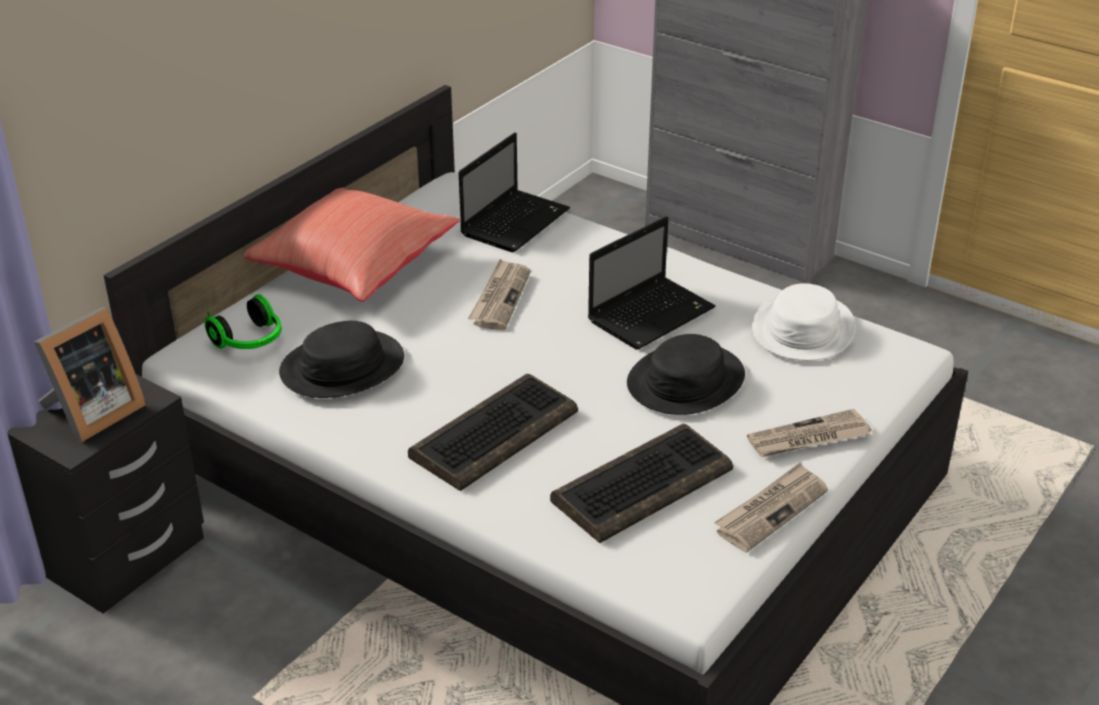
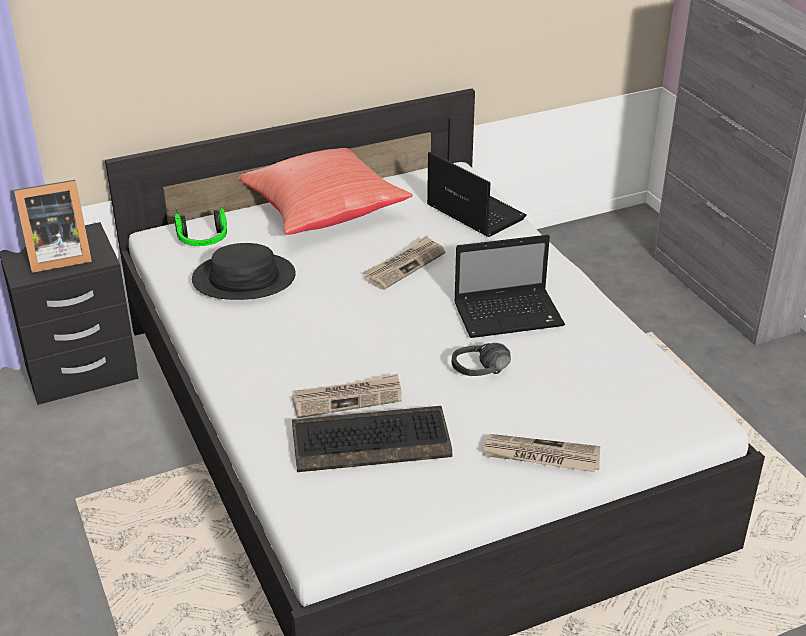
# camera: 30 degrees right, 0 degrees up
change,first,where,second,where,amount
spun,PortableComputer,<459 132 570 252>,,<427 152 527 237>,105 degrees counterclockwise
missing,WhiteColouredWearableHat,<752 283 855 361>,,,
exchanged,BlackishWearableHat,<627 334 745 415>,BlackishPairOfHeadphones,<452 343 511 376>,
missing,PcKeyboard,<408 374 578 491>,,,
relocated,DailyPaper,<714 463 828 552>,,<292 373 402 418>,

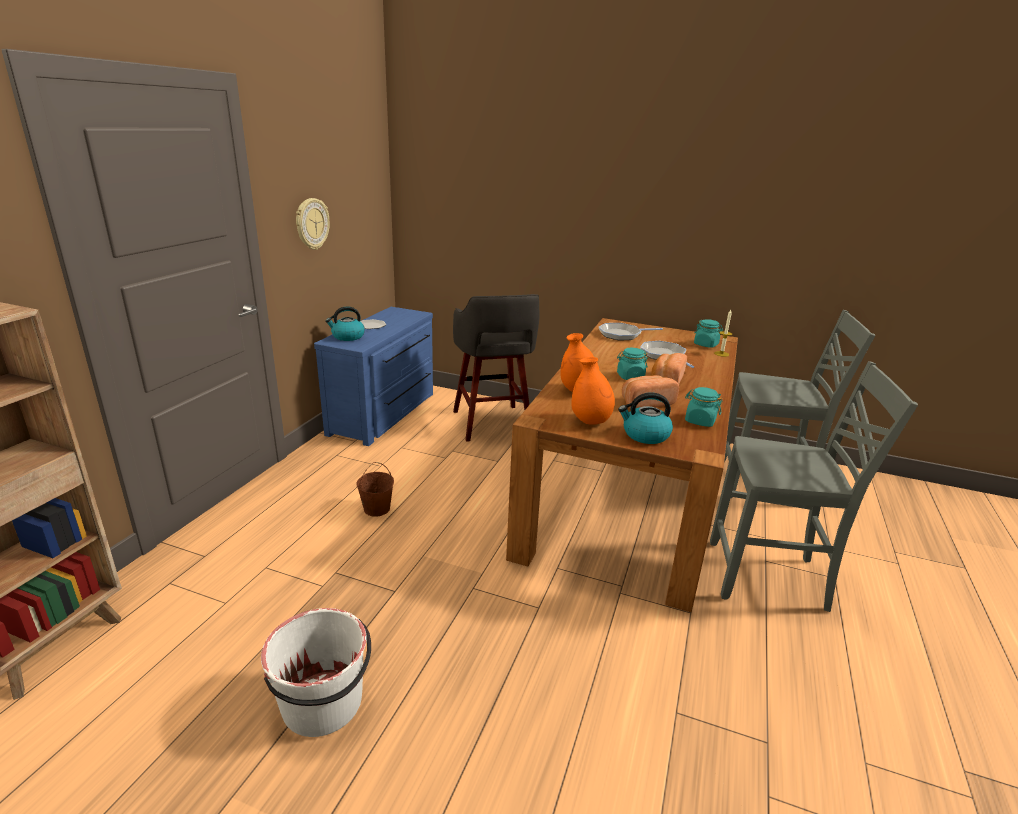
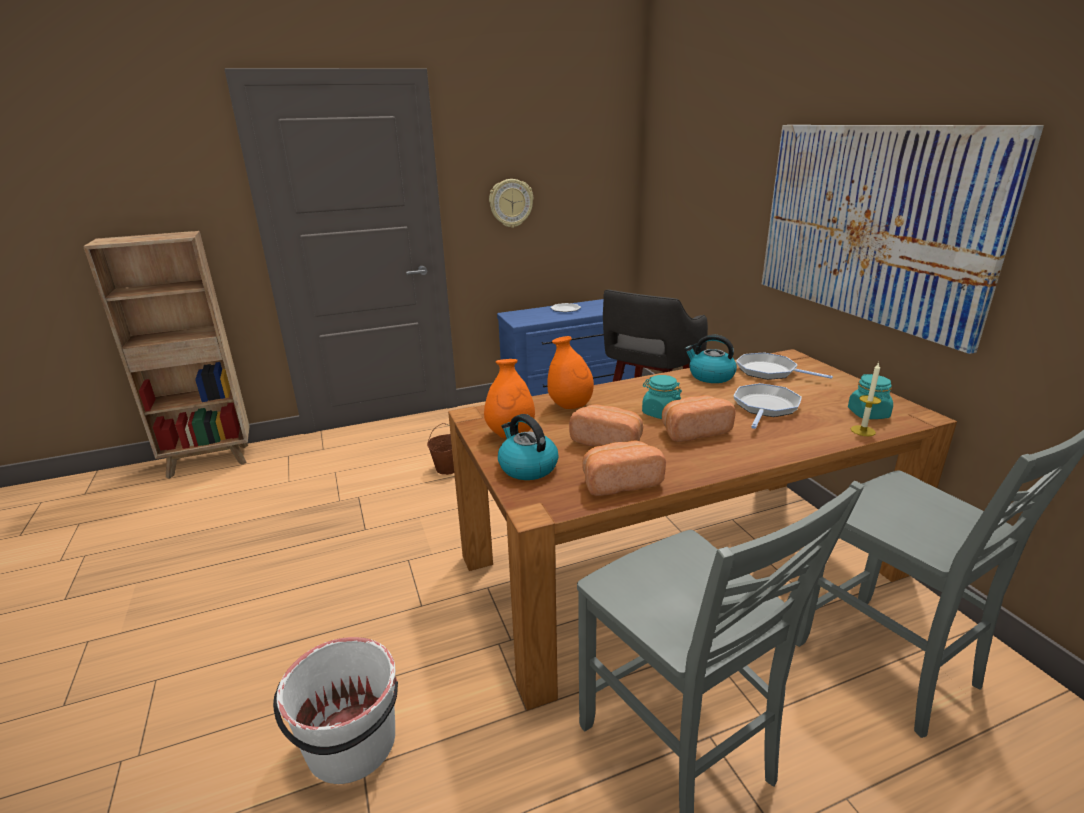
# camera: 50 degrees right, 0 degrees up
change,first,where,second,where,amount
relocated,WaterKettle,<325 307 365 341>,,<685 335 737 383>,
exchanged,BlueGreenPreserveJar,<685 387 723 427>,Bread,<582 440 666 496>,
relocated,WhiteColouredBucket,<261 608 371 737>,,<273 637 398 784>,
appeared,,,Picture,<762 125 1044 354>,

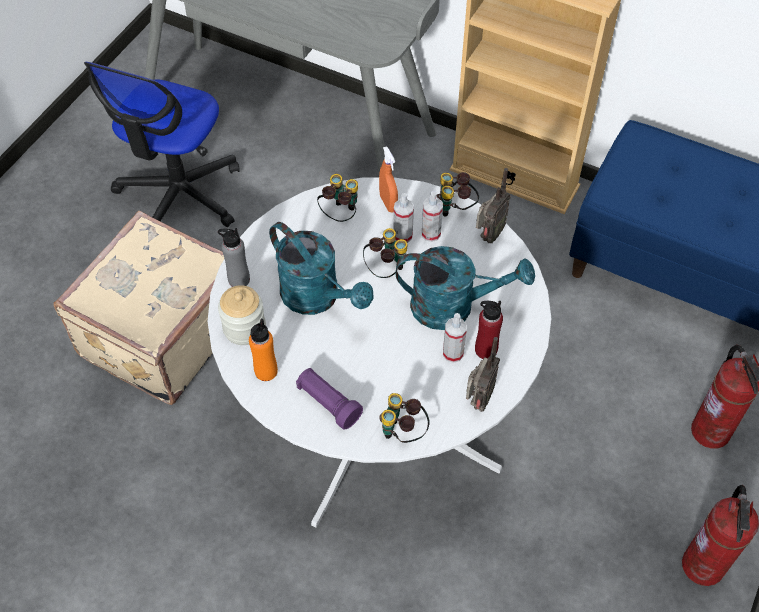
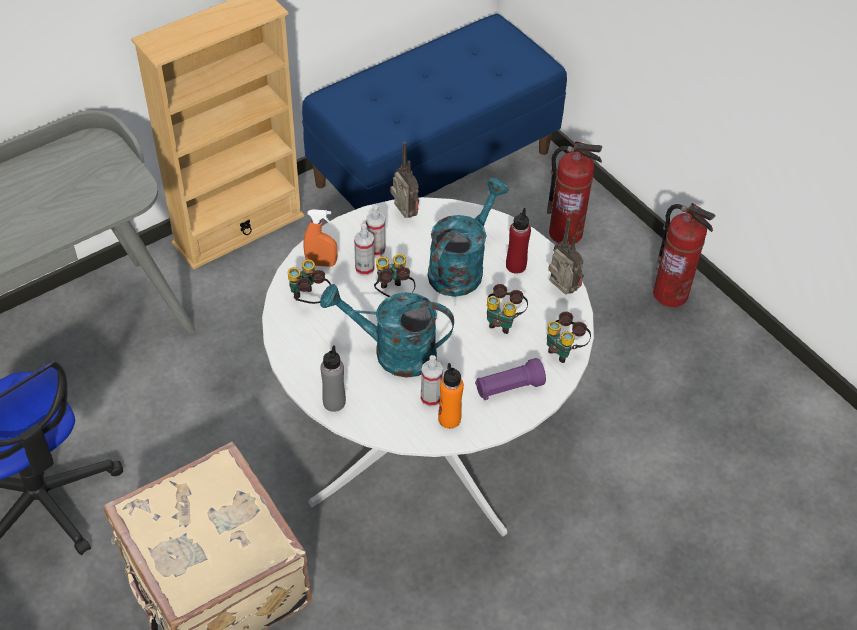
# camera: 65 degrees left, 5 degrees down
change,first,where,second,where,amount
relocated,PairOfBinoculars,<437 172 479 217>,,<487 284 528 334>,
spun,BlueGreenWateringPot,<269 222 373 315>,,<320 284 454 378>,150 degrees counterclockwise
missing,PreserveJar,<218 285 266 345>,,,
relocated,Sprayer,<443 313 467 363>,,<421 355 443 407>,

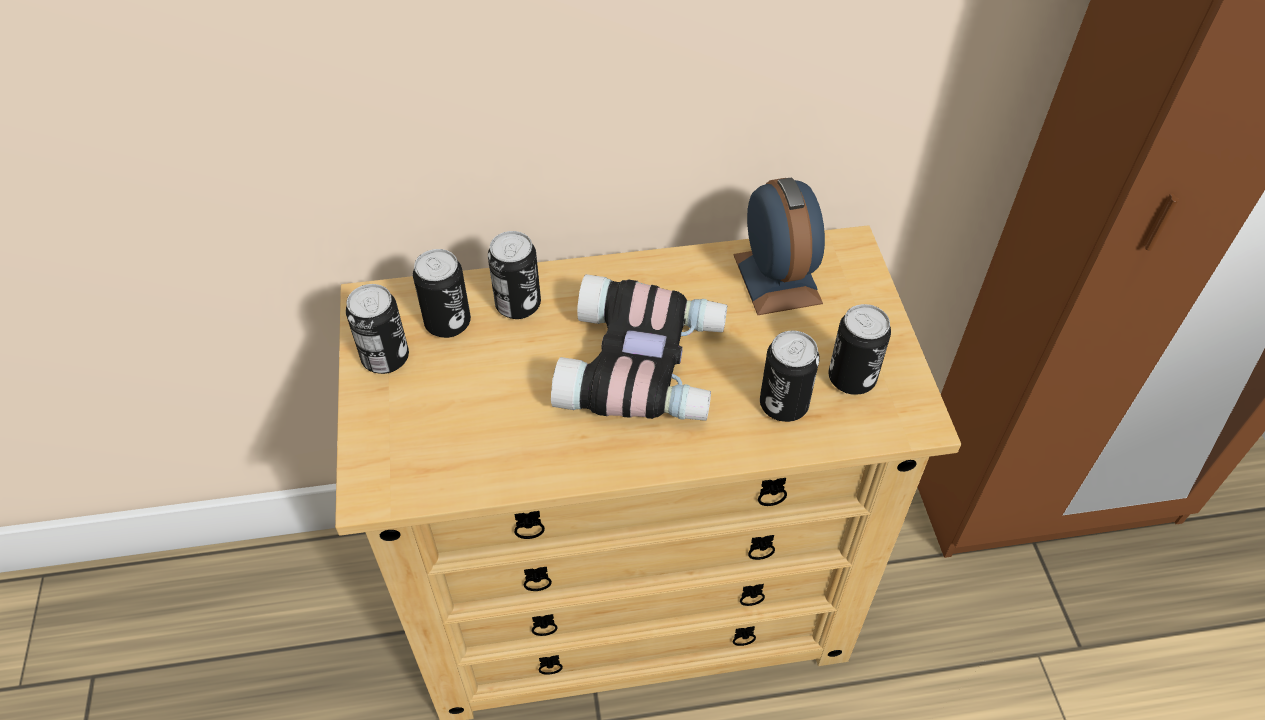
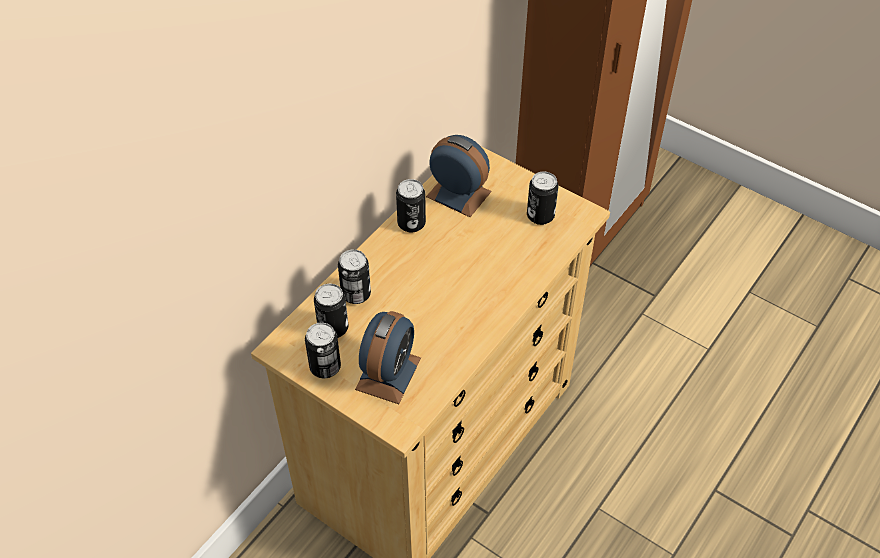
# camera: 45 degrees left, 0 degrees up
change,first,where,second,where,amount
missing,PairOfBinoculars,<551 274 727 421>,,,
relocated,Can,<760 331 820 422>,,<396 179 426 233>,
appeared,,,BedsideClock,<355 311 421 404>,

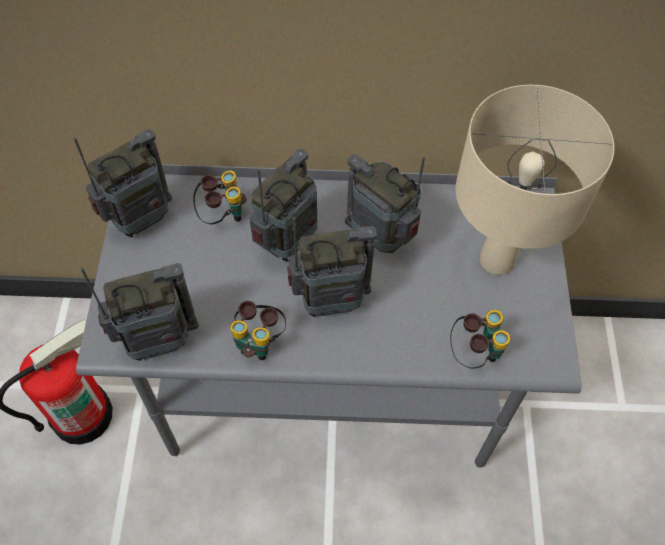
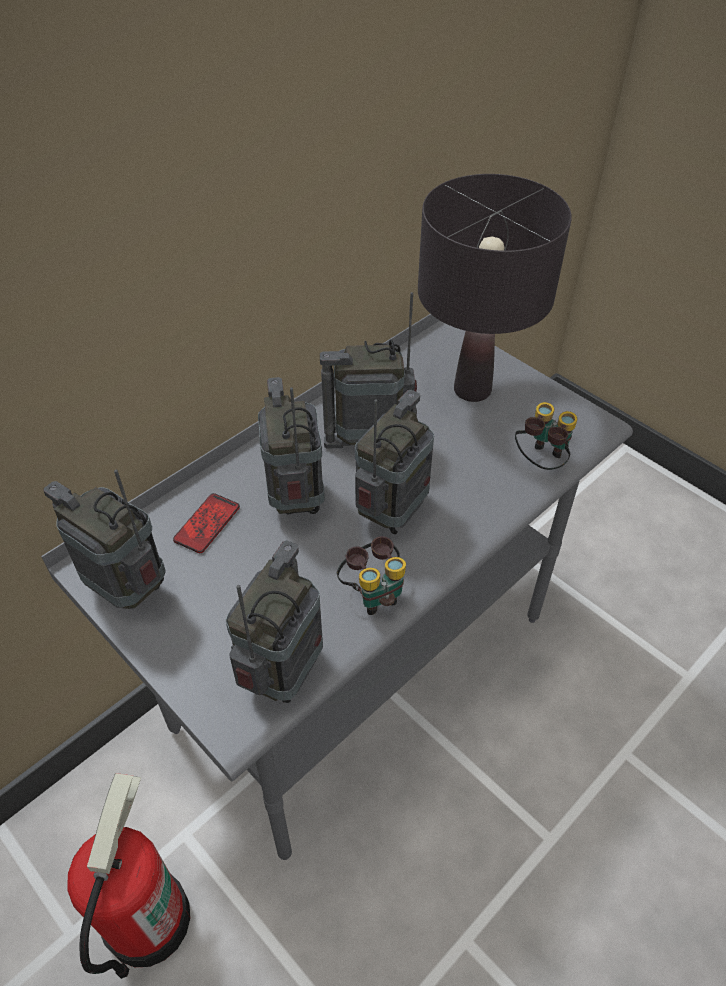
# camera: 45 degrees left, 10 degrees down
change,first,where,second,where,amount
colour,BeigeLampForATable,<456 85 614 275>,BlackishLampForATable,<418 174 572 402>,
spun,RadioSet,<74 129 172 238>,,<44 470 166 609>,60 degrees counterclockwise
exchanged,PairOfBinoculars,<193 171 247 224>,Phone,<173 493 240 553>,

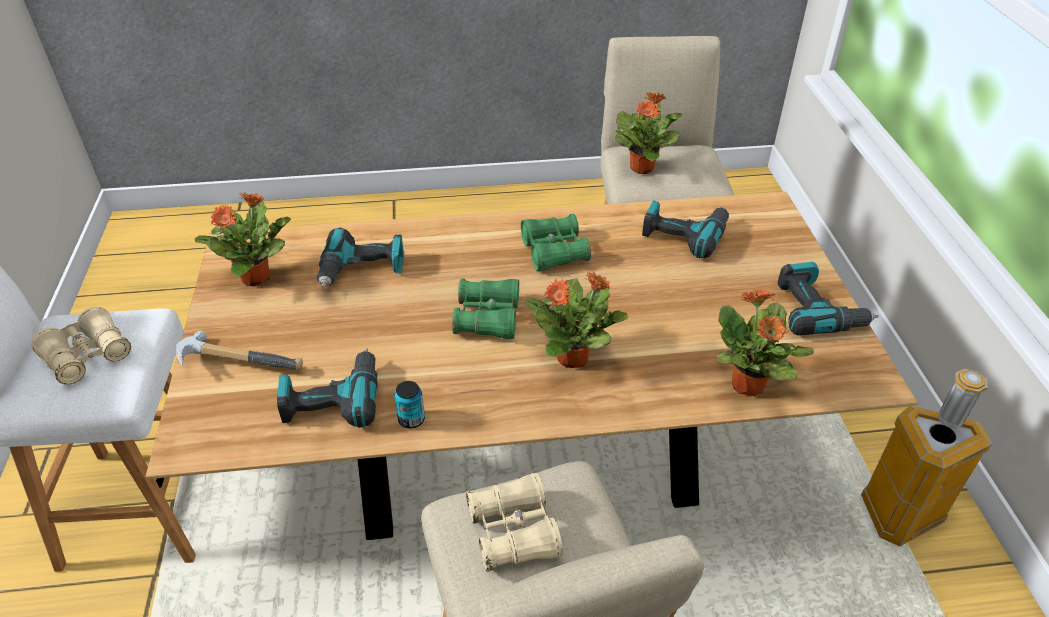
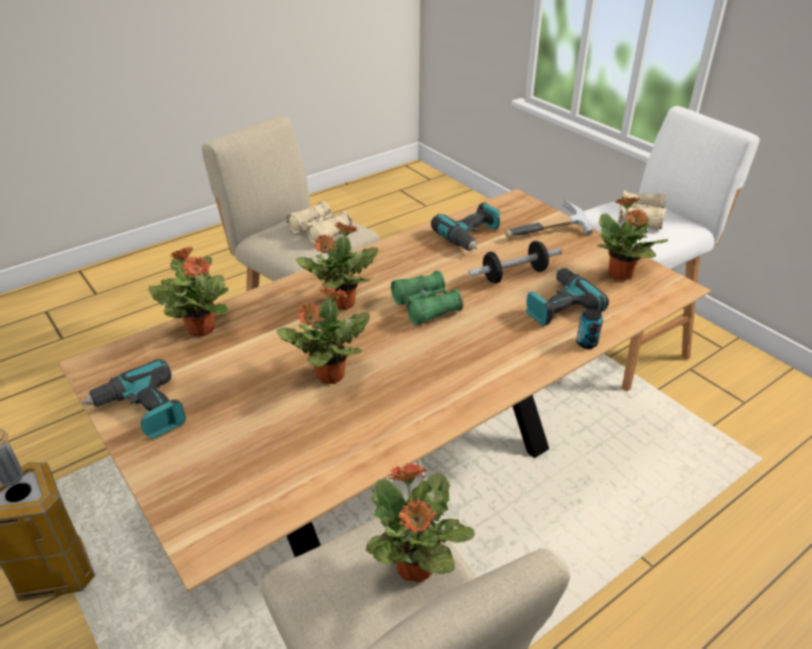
# camera: 150 degrees right, 5 degrees down
change,first,where,second,where,amount
missing,Drill,<642 200 729 258>,,,
missing,GreenPairOfBinoculars,<521 214 591 271>,,,
relocated,Can,<394 381 425 429>,,<576 309 603 349>,
appeared,,,Dumbbell,<468 241 562 284>,
appeared,,,Houseplant,<277 285 370 384>,

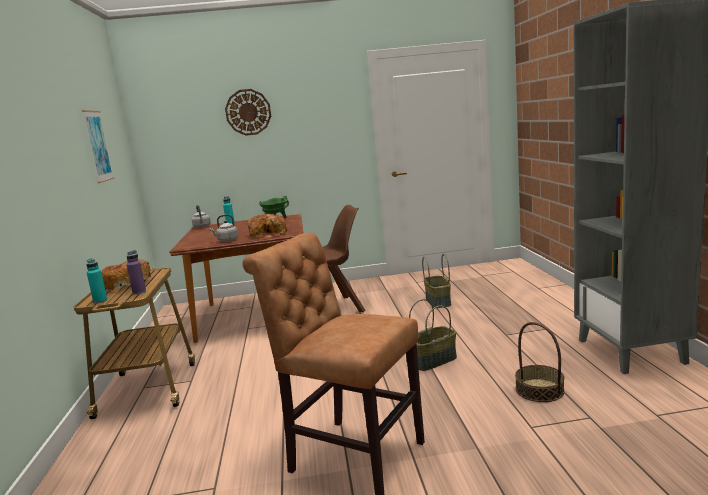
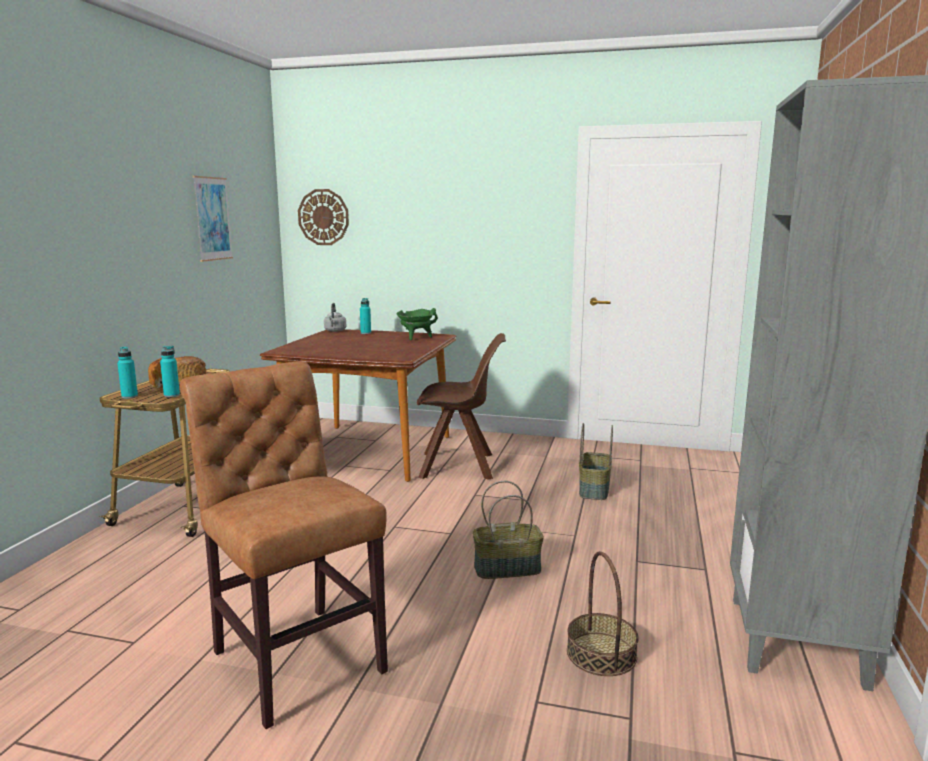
# camera: 20 degrees right, 0 degrees up
change,first,where,second,where,amount
relocated,HangingClock,<225 89 271 136>,,<298 189 349 245>,
missing,GreyishWaterKettle,<210 214 238 242>,,,
missing,Bread,<248 214 287 239>,,,
colour,PurpleColouredDrinkBottle,<127 250 146 295>,BlueGreenDrinkBottle,<160 346 180 397>,

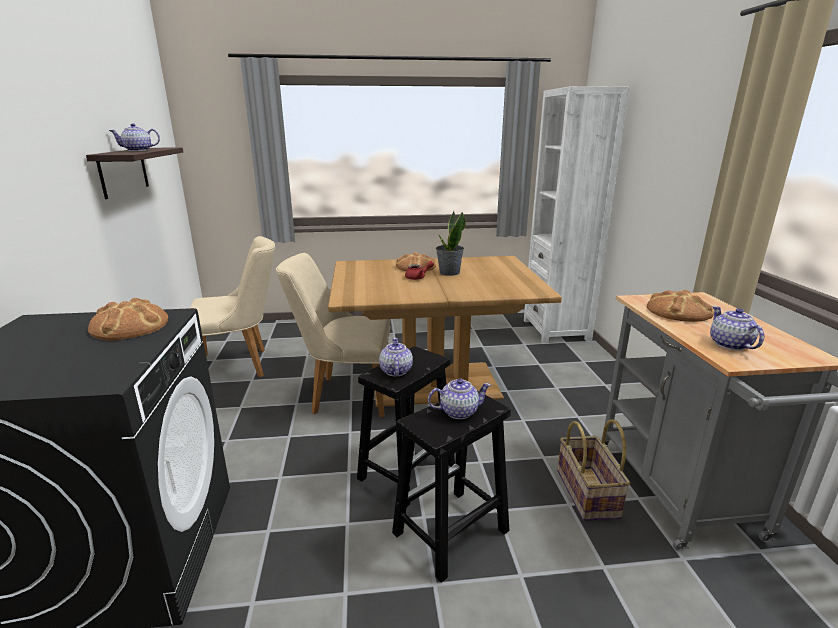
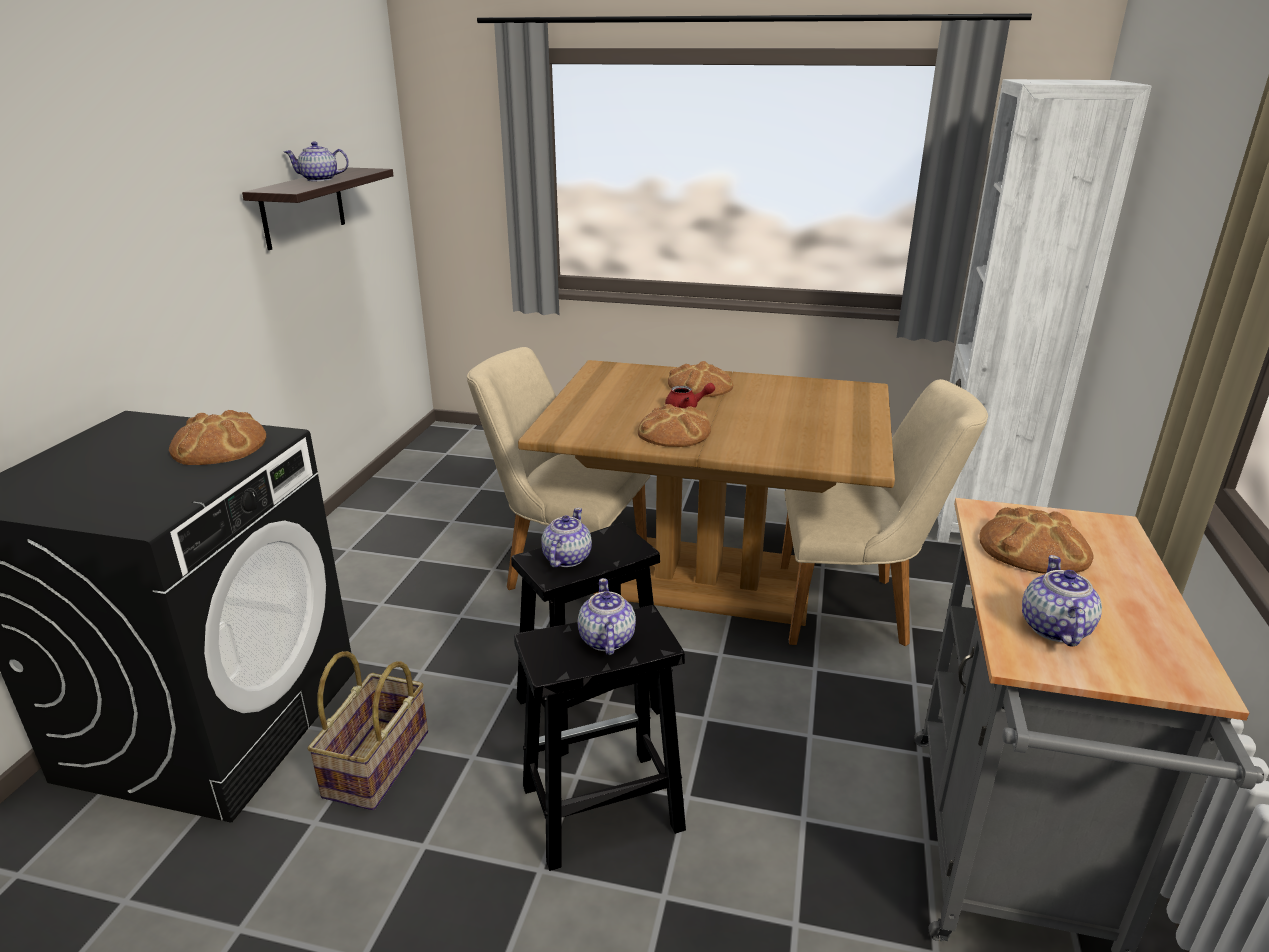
# camera: 20 degrees right, 5 degrees up
change,first,where,second,where,amount
missing,Houseplant,<436 211 466 276>,,,
relocated,BeigeChair,<190 236 275 377>,,<780 379 988 646>,
spun,PotForTea,<428 378 491 419>,,<578 578 636 655>,105 degrees counterclockwise
relocated,HouseholdBasket,<557 419 630 521>,,<307 651 428 810>,
appeared,,,Bread,<638 404 711 447>,

